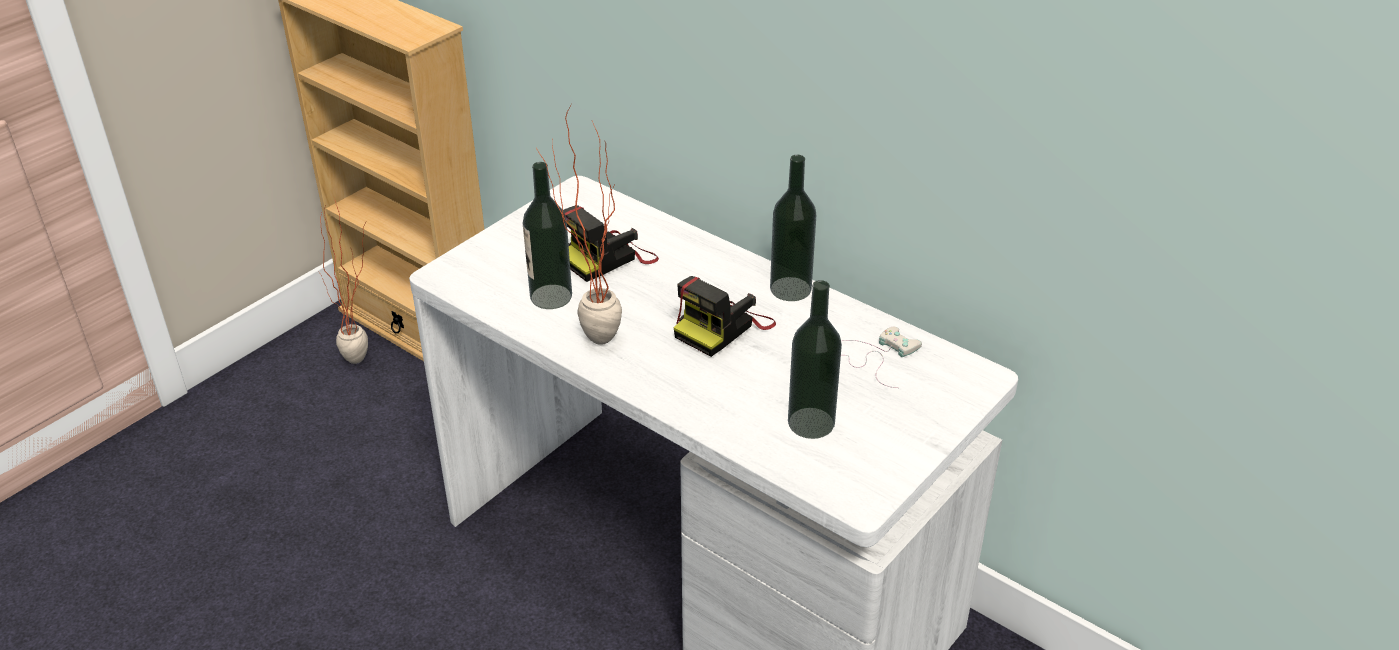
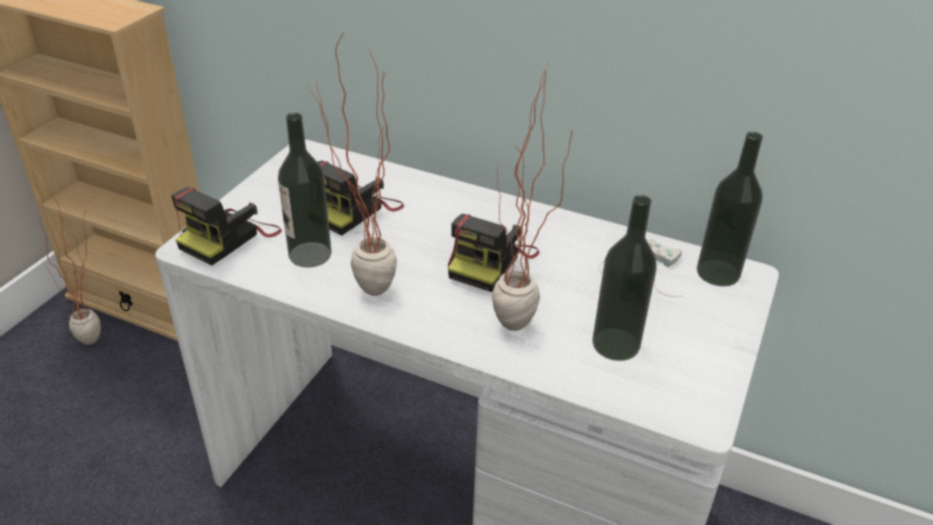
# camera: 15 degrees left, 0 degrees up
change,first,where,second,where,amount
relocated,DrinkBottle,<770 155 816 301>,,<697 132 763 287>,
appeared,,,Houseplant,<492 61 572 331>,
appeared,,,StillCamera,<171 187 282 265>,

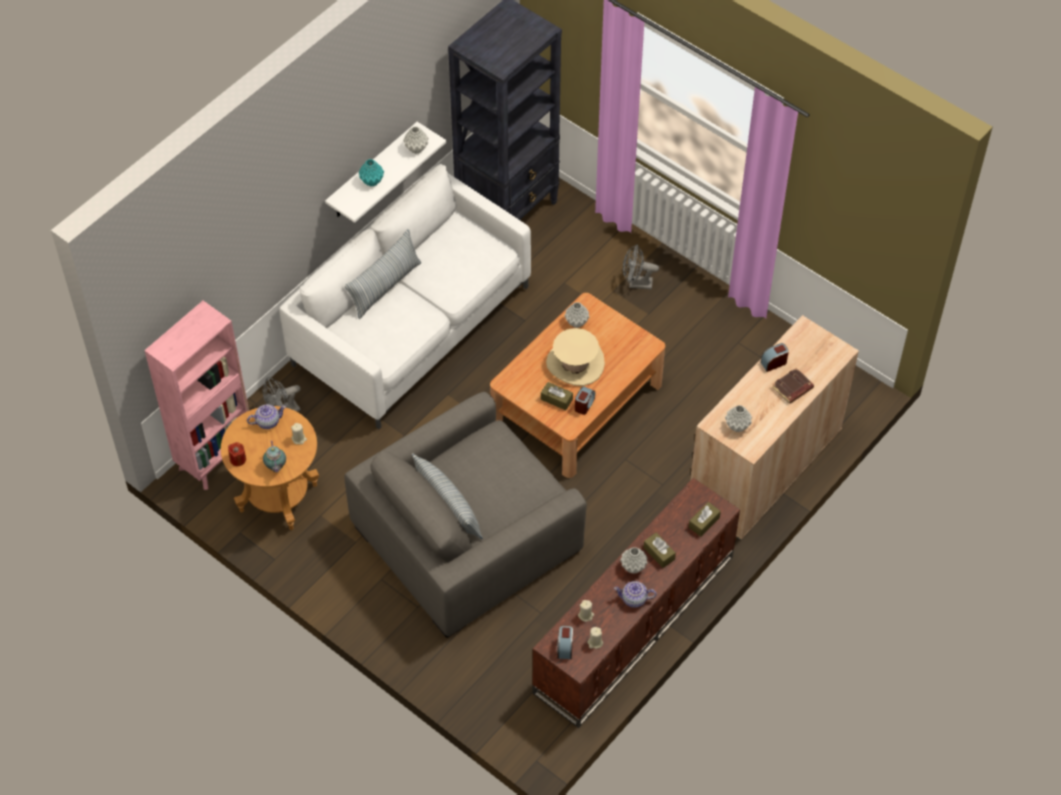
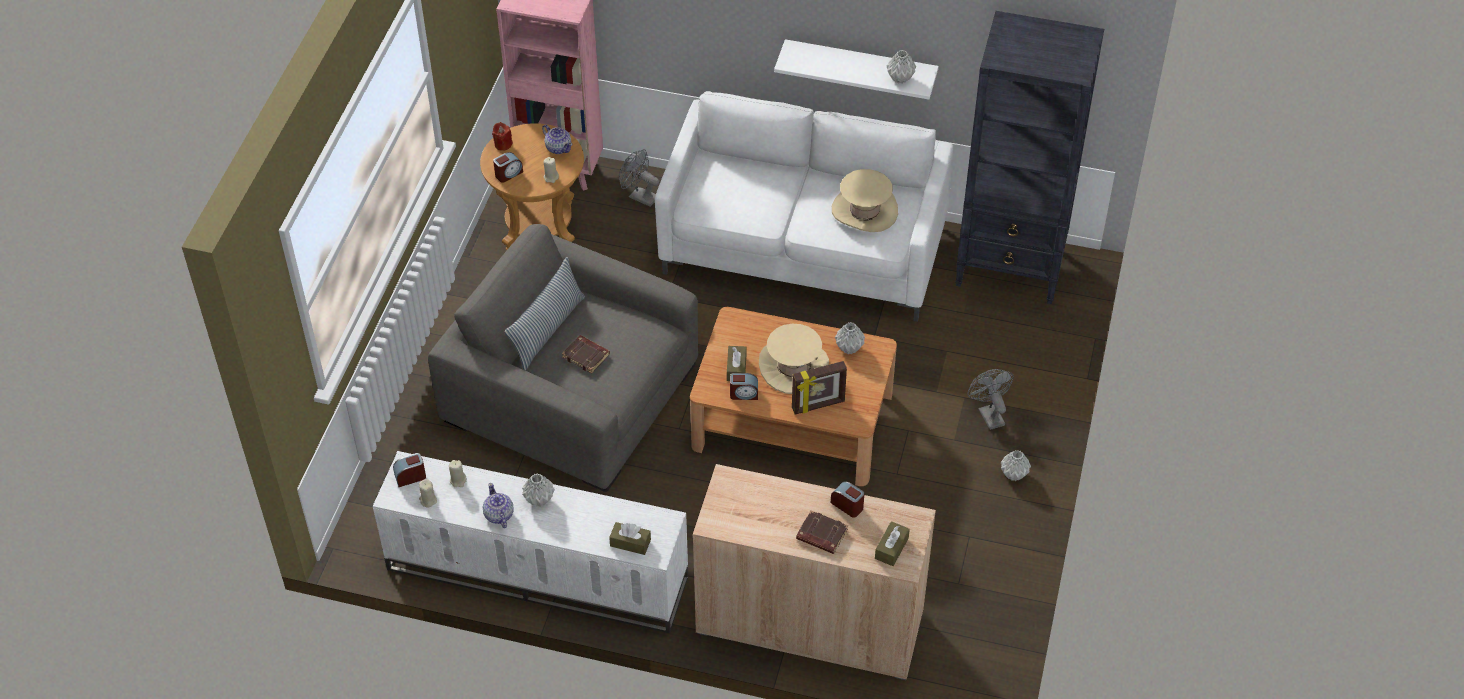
# camera: 65 degrees right, 5 degrees down
change,first,where,second,where,amount
missing,BlueGreenVase,<359 159 384 187>,,,
missing,ThrowPillow,<345 229 421 319>,,,
relocated,GreyishVase,<725 405 752 432>,,<1001 450 1031 481>,
exchanged,PotForTea,<263 440 286 473>,BedsideClock,<493 152 523 183>,
colour,BrownColouredMediaConsole,<532 478 740 728>,WhiteColouredMediaConsole,<373 451 688 633>,
relocated,BrownColouredTissueBox,<643 533 676 568>,,<875 521 910 566>,
appeared,,,BeigeWearableHat,<832 169 898 232>,
appeared,,,BrownColouredBook,<562 335 610 374>,
appeared,,,StandingFrame,<792 361 847 415>,

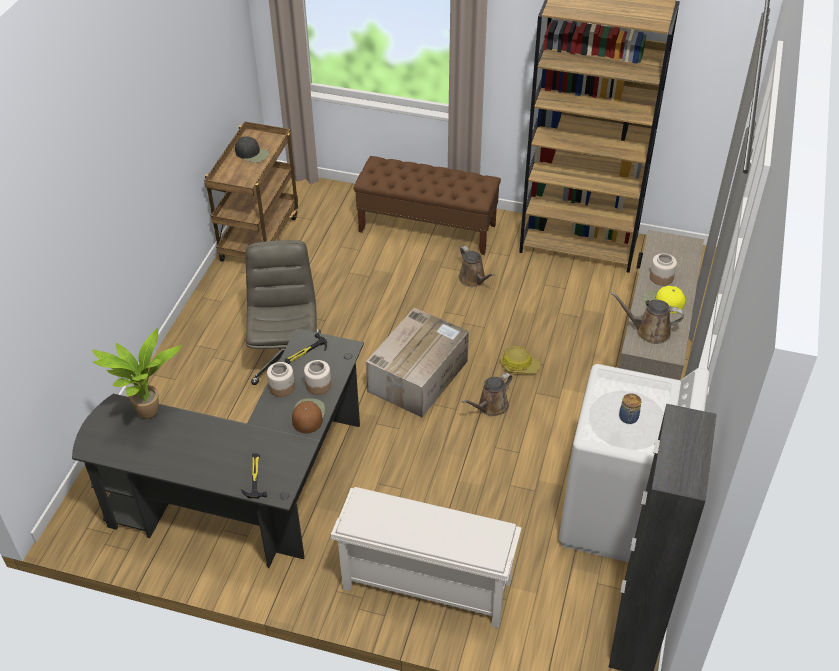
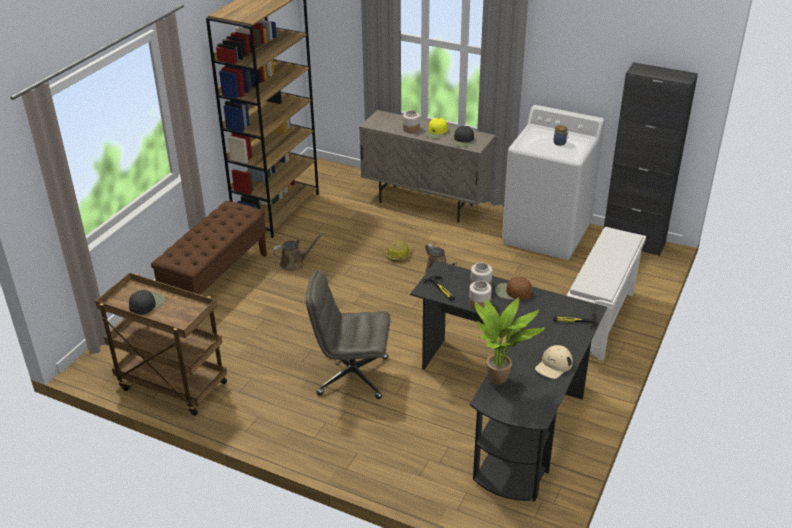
# camera: 80 degrees left, 10 degrees down
change,first,where,second,where,amount
exchanged,BrownColouredWateringPot,<610 292 684 344>,BlackishCap,<450 126 474 147>,
missing,PackingBox,<366 308 469 417>,,,
appeared,,,BeigeCap,<535 345 573 379>,

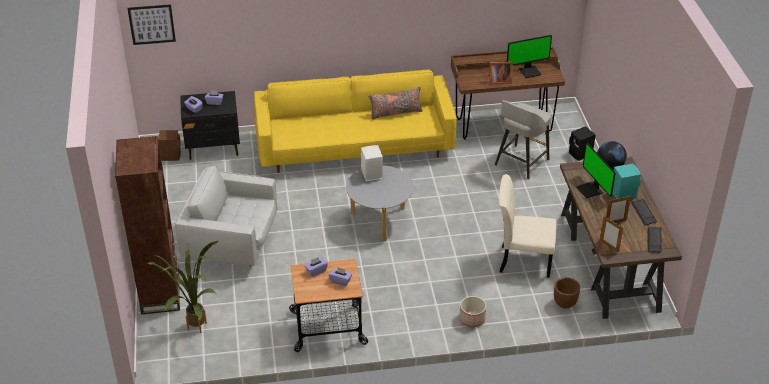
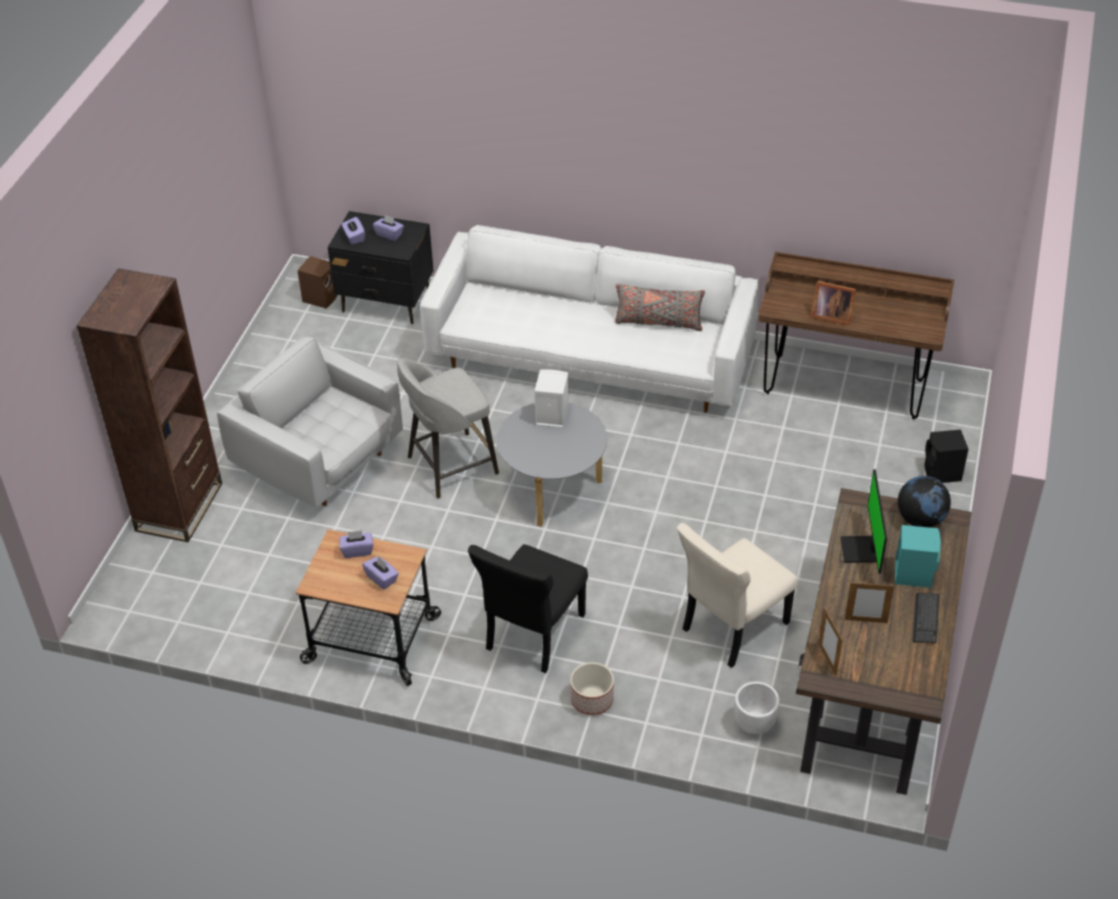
# camera: 25 degrees right, 5 degrees up
change,first,where,second,where,amount
missing,Picture,<127 4 176 45>,,,
missing,Monitor,<507 35 552 78>,,,
colour,YellowishSettee,<254 70 457 173>,WhiteColouredSettee,<420 225 759 413>,
relocated,GreyishStoolSeat,<495 100 551 180>,,<397 358 499 498>,
spun,BeigeChair,<499 174 557 278>,,<677 523 798 668>,75 degrees counterclockwise
missing,PcKeyboard,<647 227 662 253>,,,
missing,Houseplant,<147 241 218 333>,,,
colour,BrownColouredPlanter,<554 277 580 309>,WhiteColouredPlanter,<735 682 780 734>,
appeared,,,BlackishChair,<468 544 588 673>,

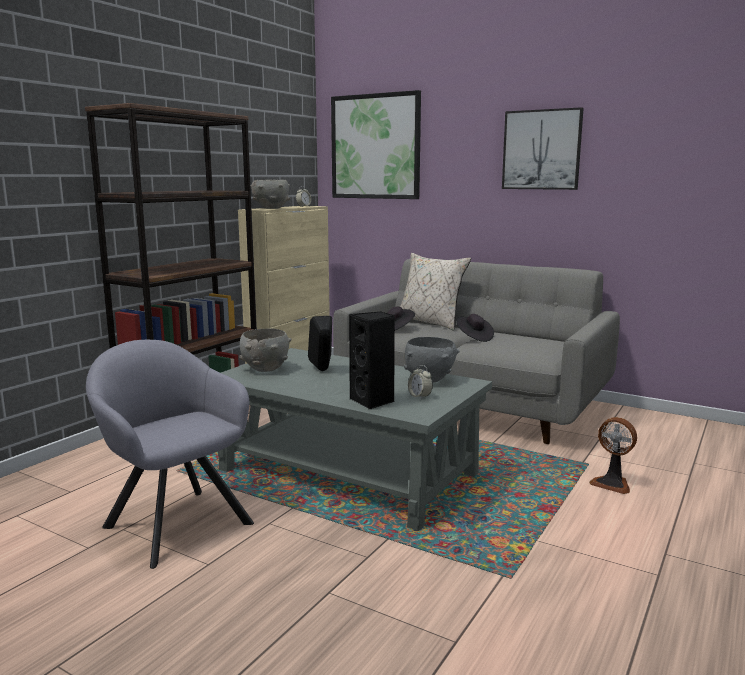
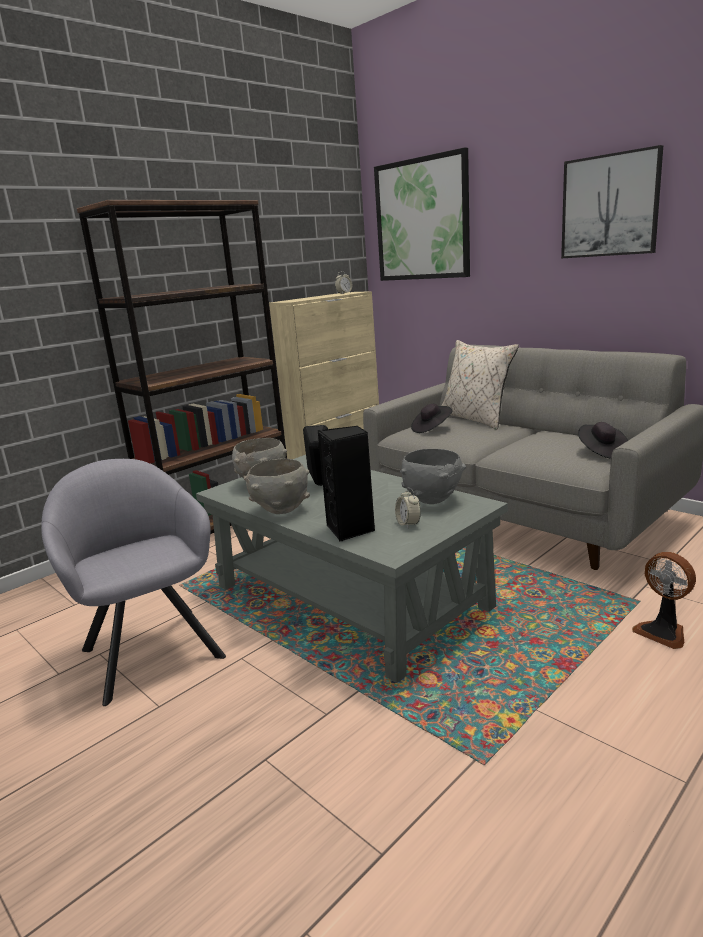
# camera: 15 degrees right, 5 degrees up
change,first,where,second,where,amount
relocated,GreyishBowl,<251 180 291 209>,,<244 459 310 514>,
relocated,BlackishWearableHat,<457 314 494 342>,,<578 422 628 459>,

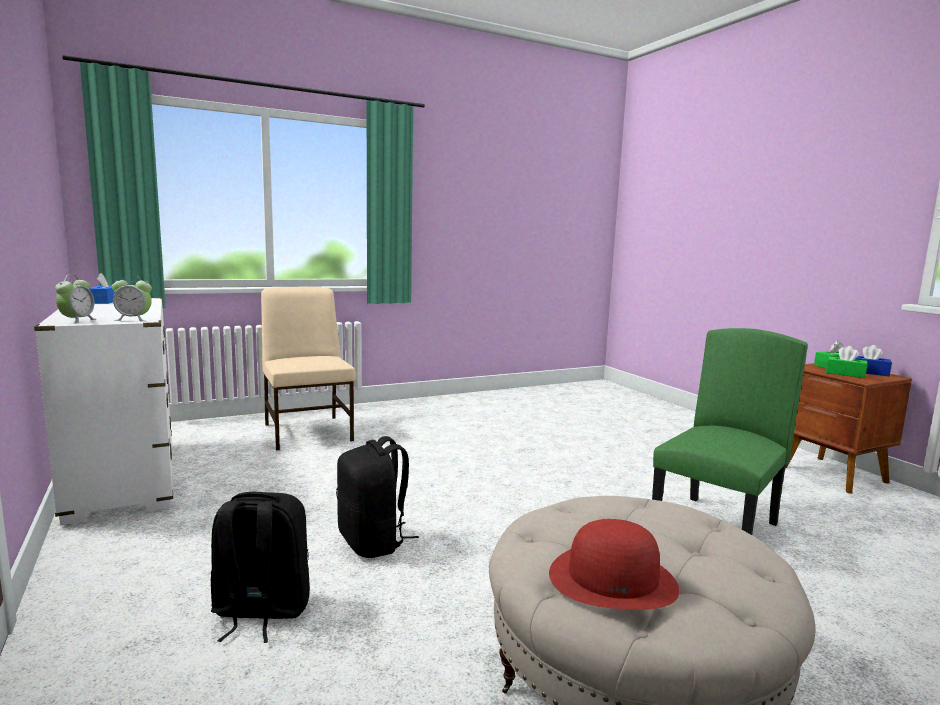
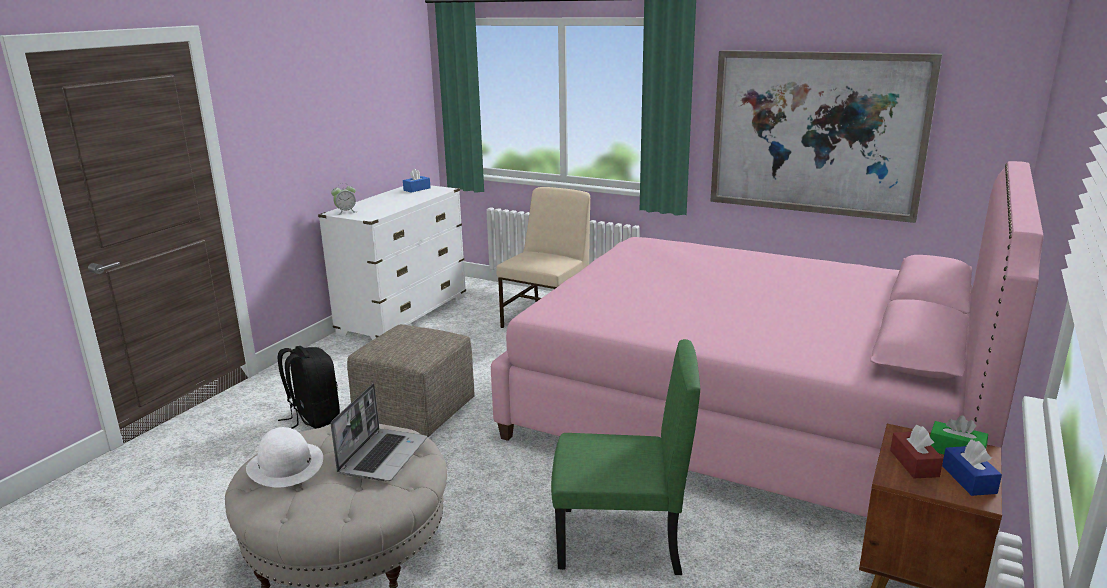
# camera: 55 degrees right, 10 degrees up
change,first,where,second,where,amount
missing,BedsideClock,<112 275 152 321>,,,
colour,GreenTissueBox,<826 346 867 378>,RedTissueBox,<890 425 943 478>,
exchanged,BlackishRucksack,<336 436 419 558>,BeigeFootrest,<347 324 475 437>,
colour,RedWearableHat,<549 519 679 610>,WhiteColouredWearableHat,<246 427 323 487>,
appeared,,,Picture,<710 50 942 223>,
appeared,,,PinkishSleepingBed,<491 161 1043 517>,
appeared,,,PortableComputer,<331 383 427 481>,

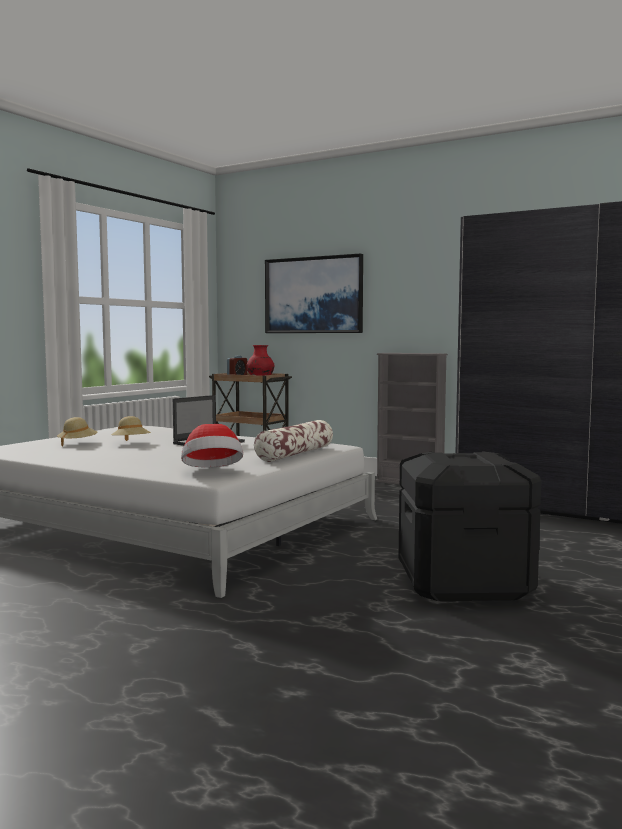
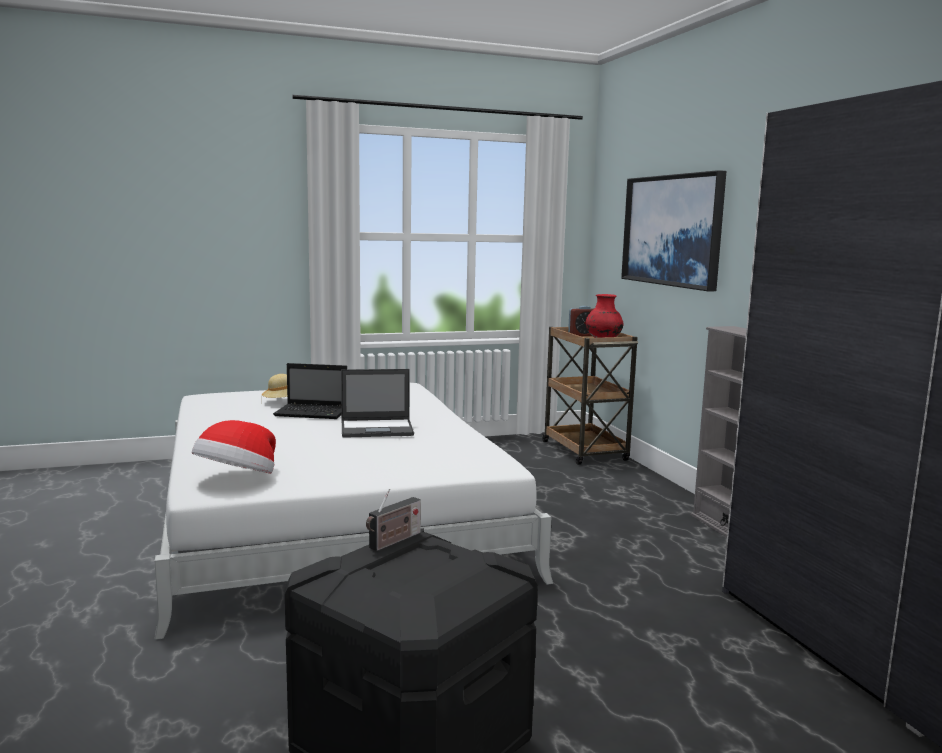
# camera: 40 degrees right, 5 degrees up
change,first,where,second,where,amount
exchanged,BeigeWearableHat,<111 416 151 441>,PortableComputer,<273 363 347 419>,
missing,ThrowPillow,<254 420 333 462>,,,
appeared,,,RadioSet,<366 489 421 551>,

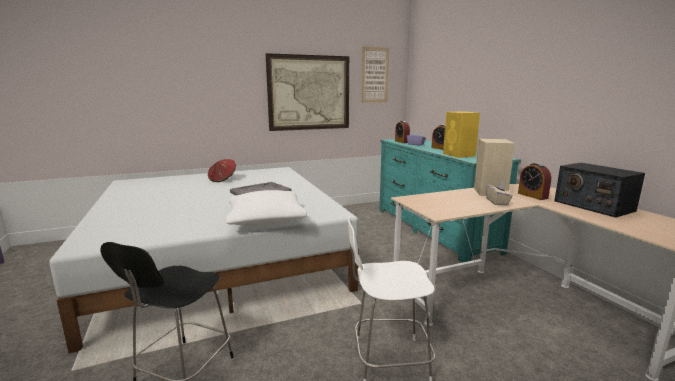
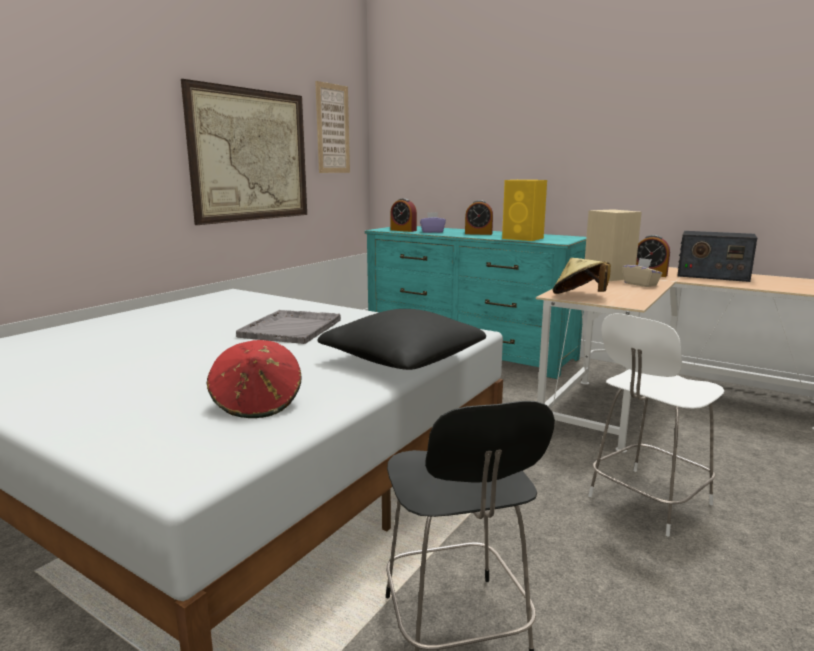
# camera: 35 degrees left, 0 degrees up
change,first,where,second,where,amount
relocated,RedWearableHat,<208 159 236 182>,,<207 340 301 418>,
colour,WhiteColouredThrowPillow,<225 190 307 226>,BlackishThrowPillow,<317 309 486 370>,
appeared,,,BeigeWearableHat,<553 258 611 294>,

